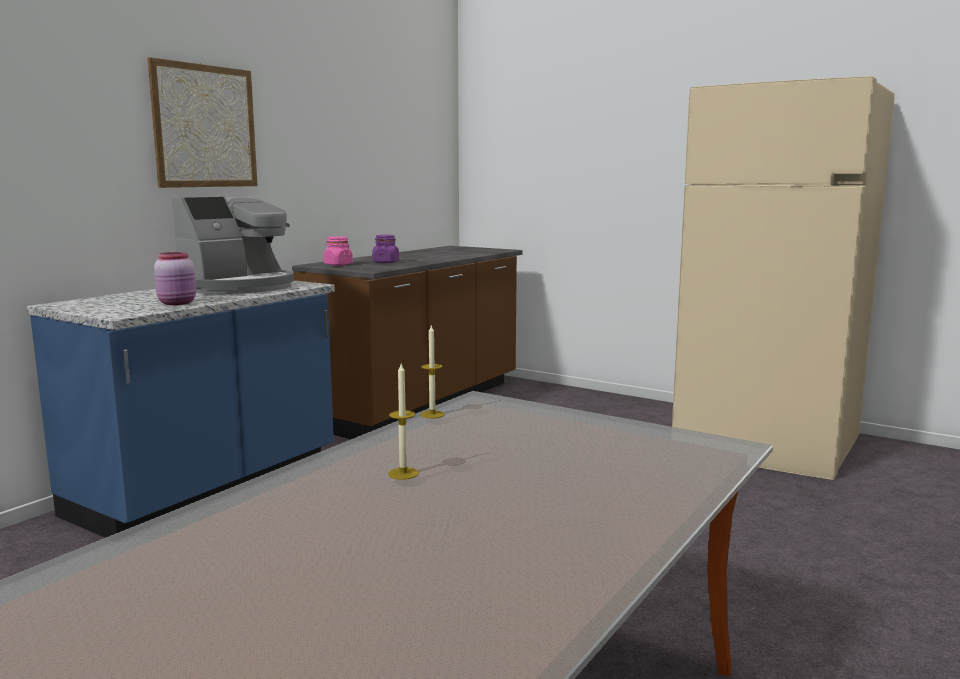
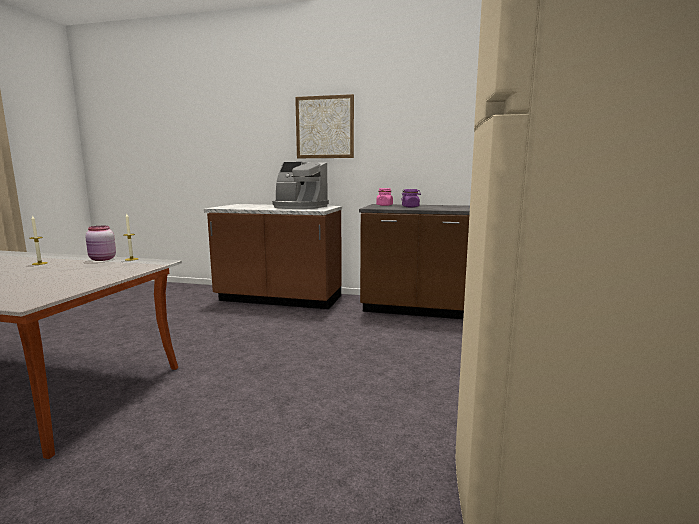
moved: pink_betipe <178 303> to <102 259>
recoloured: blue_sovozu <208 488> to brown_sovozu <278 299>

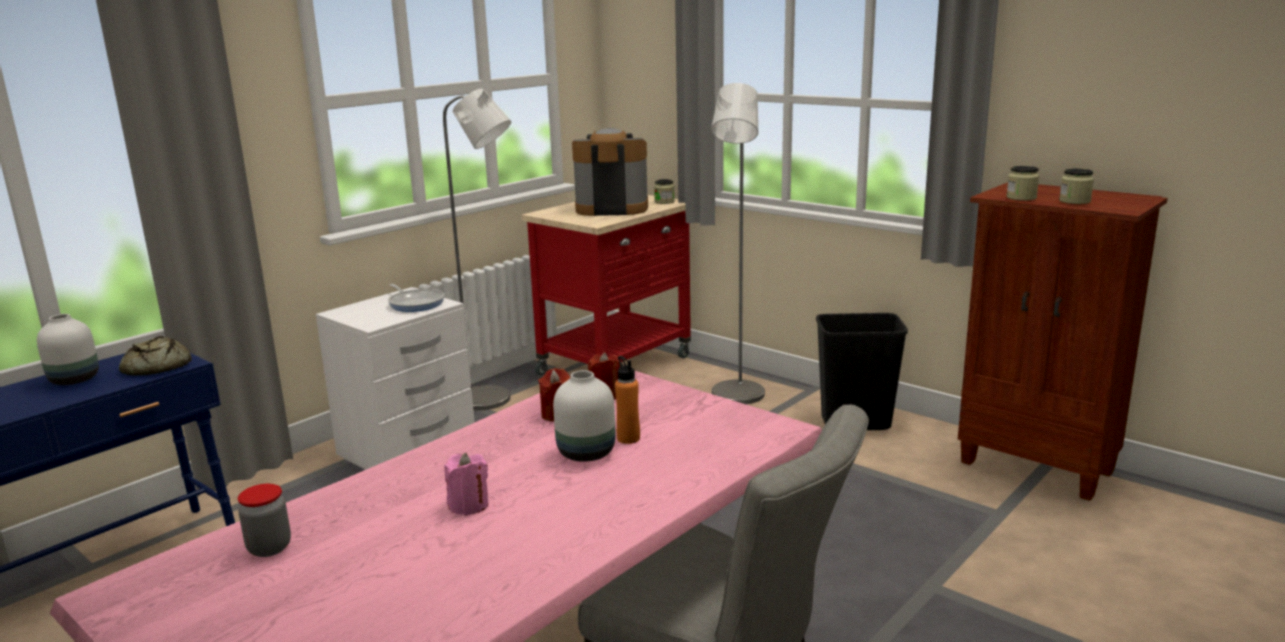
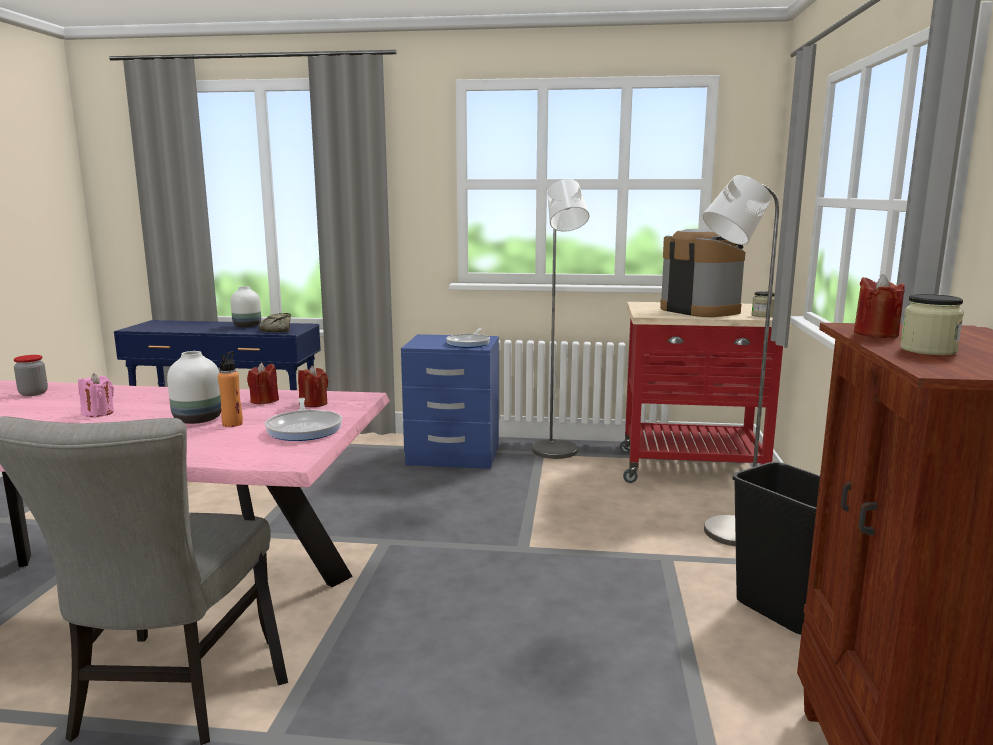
added: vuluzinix <305 429>
replaced: betipe <1021 198> to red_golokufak <875 334>
recoloured: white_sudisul <407 448> to blue_sudisul <453 456>

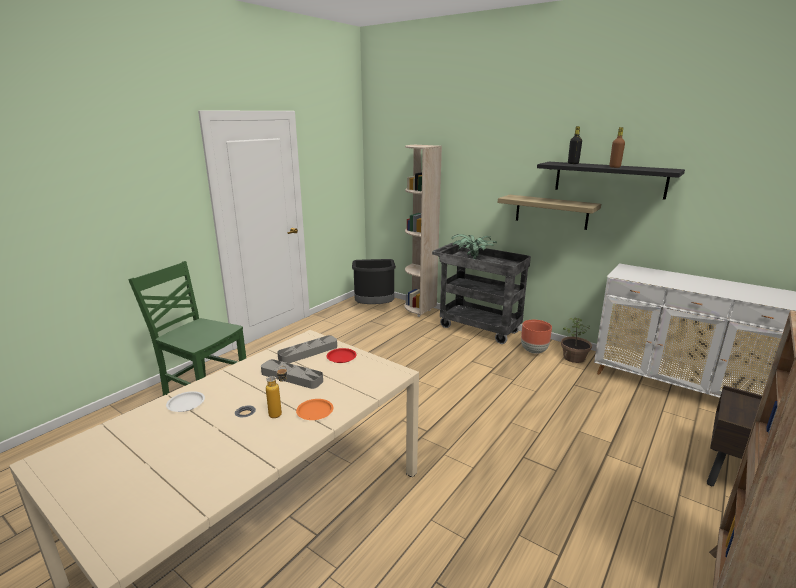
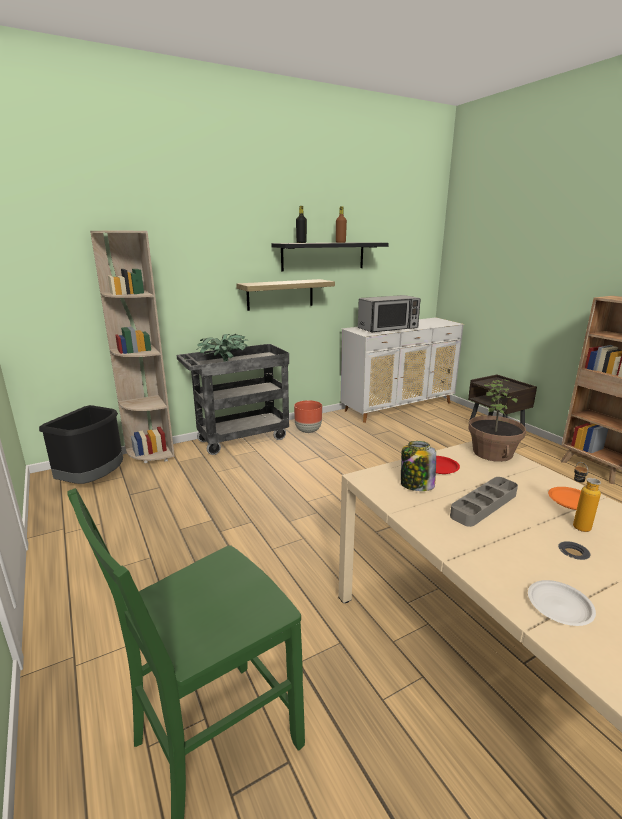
added: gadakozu <388 328>
moved: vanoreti <574 358> to <493 453>
replaced: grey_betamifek <308 352> to betipe <416 485>

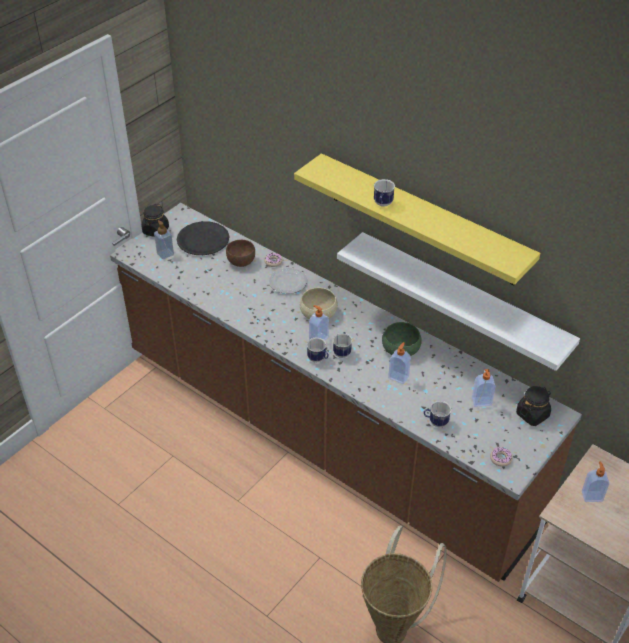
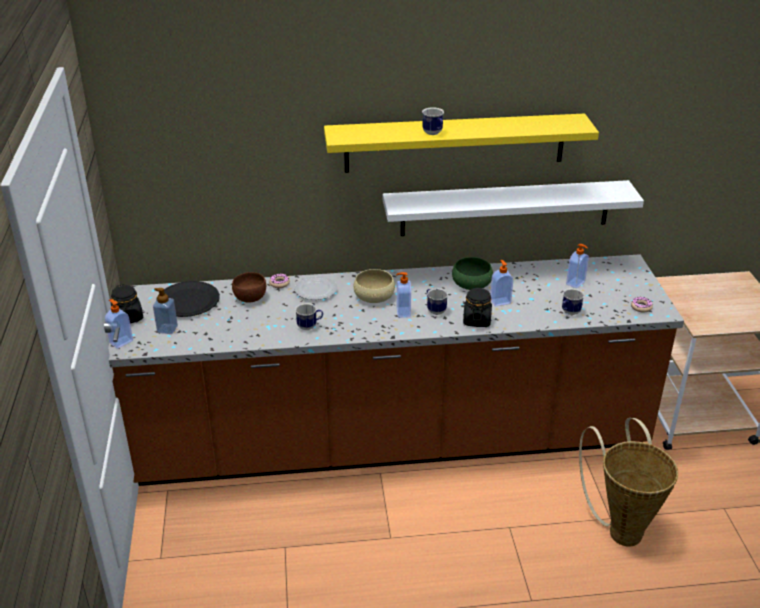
moved: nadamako <318 359> to <310 326>; black_betipe <532 414> to <476 320>; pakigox <591 496> to <121 342>

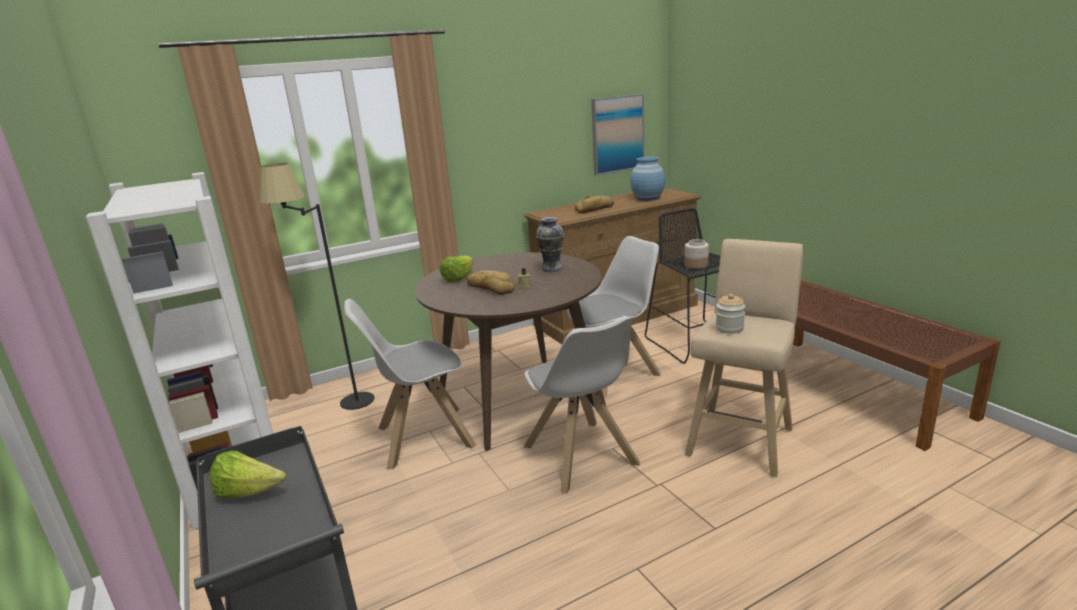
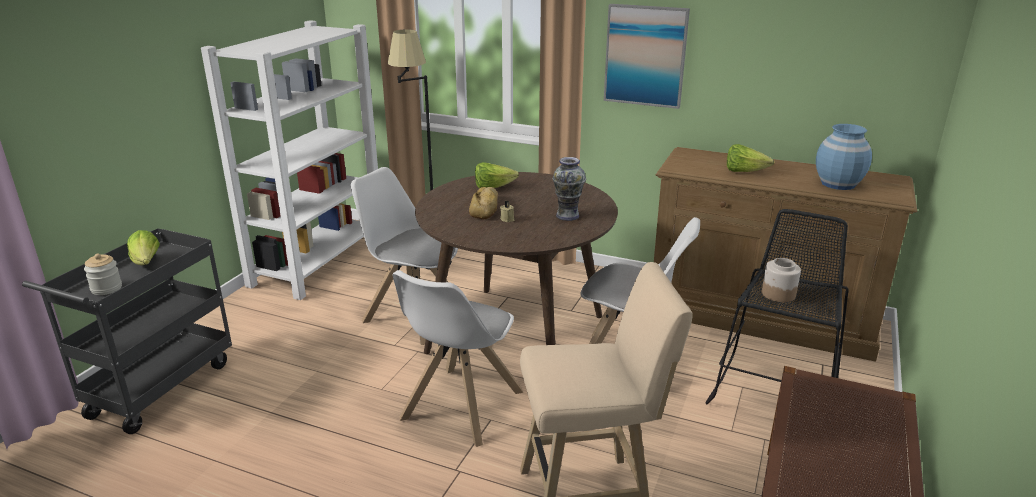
moved: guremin <617 134> to <645 55>; betipe <729 328> to <106 288>
replaced: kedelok <595 209> to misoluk <744 172>

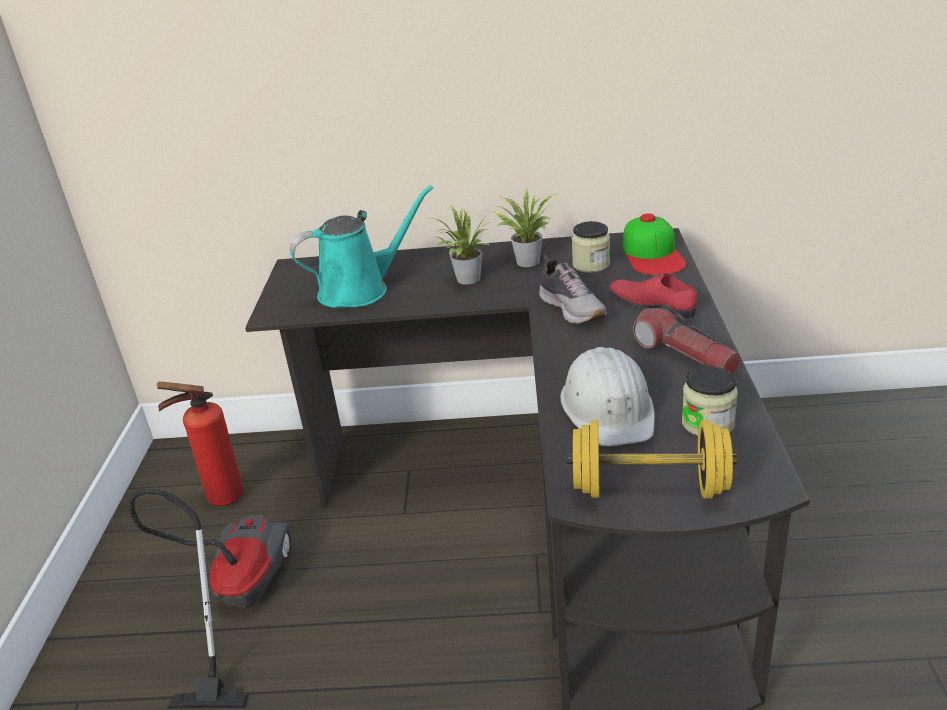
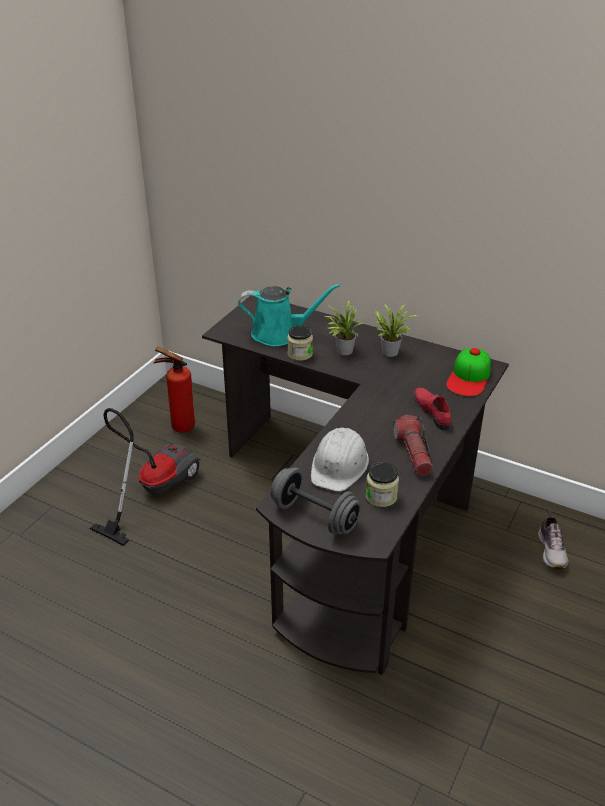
moved: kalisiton <572 308> to <552 550>; betipe <591 264> to <300 354>
recoloured: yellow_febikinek <649 488> to grey_febikinek <315 516>

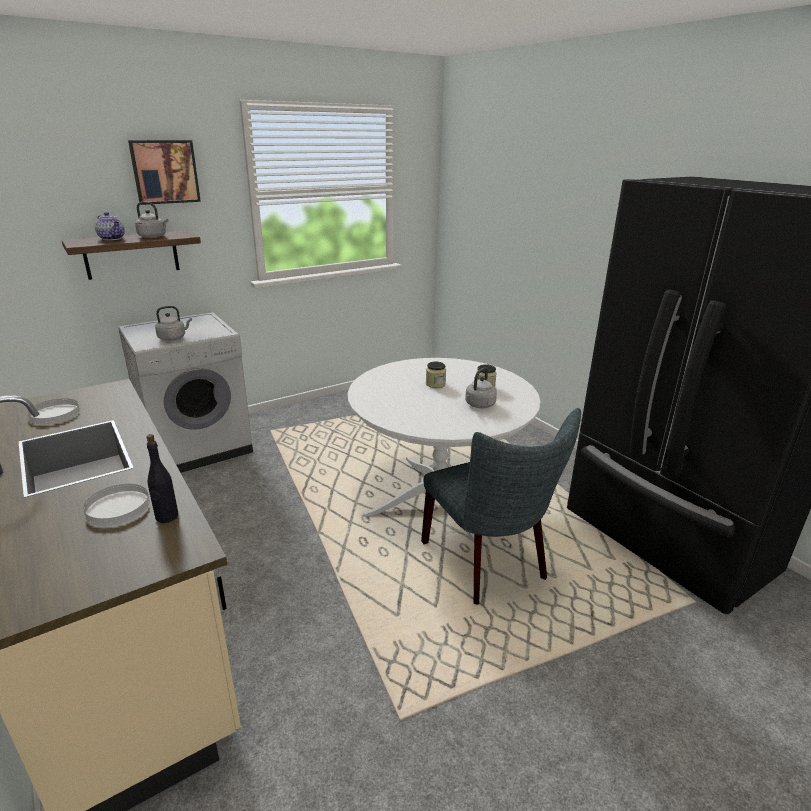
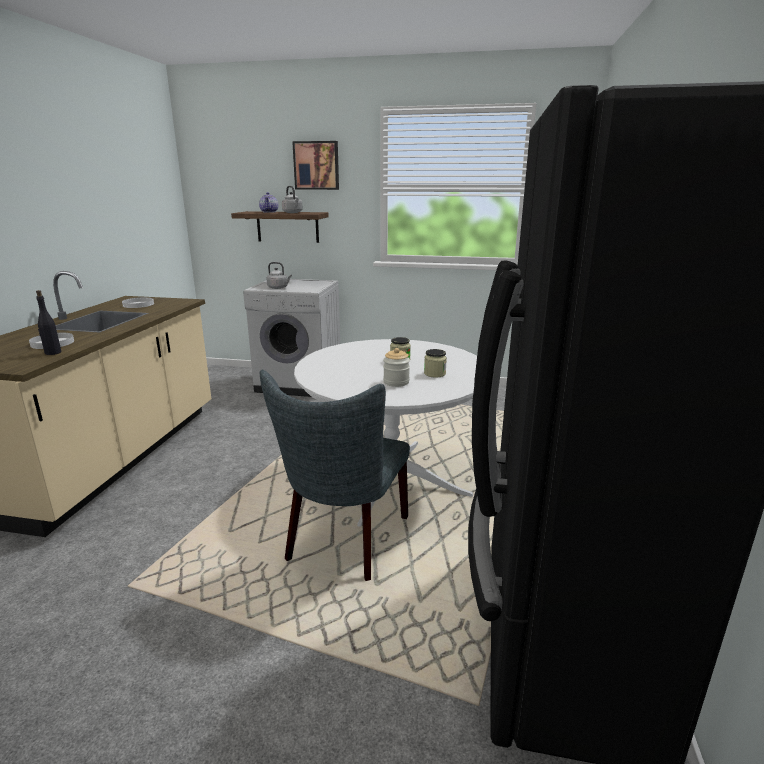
replaced: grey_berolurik <479 405> to betipe <396 382>

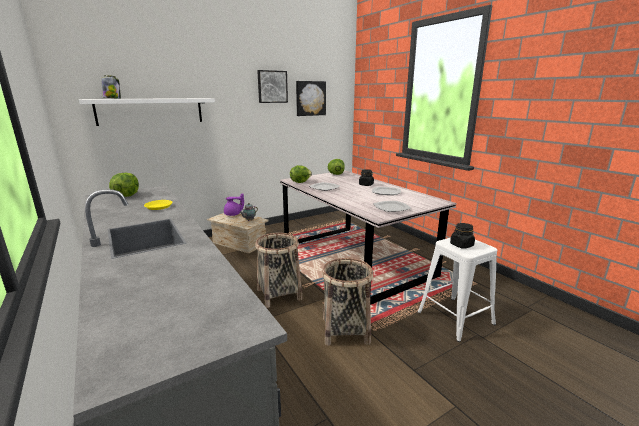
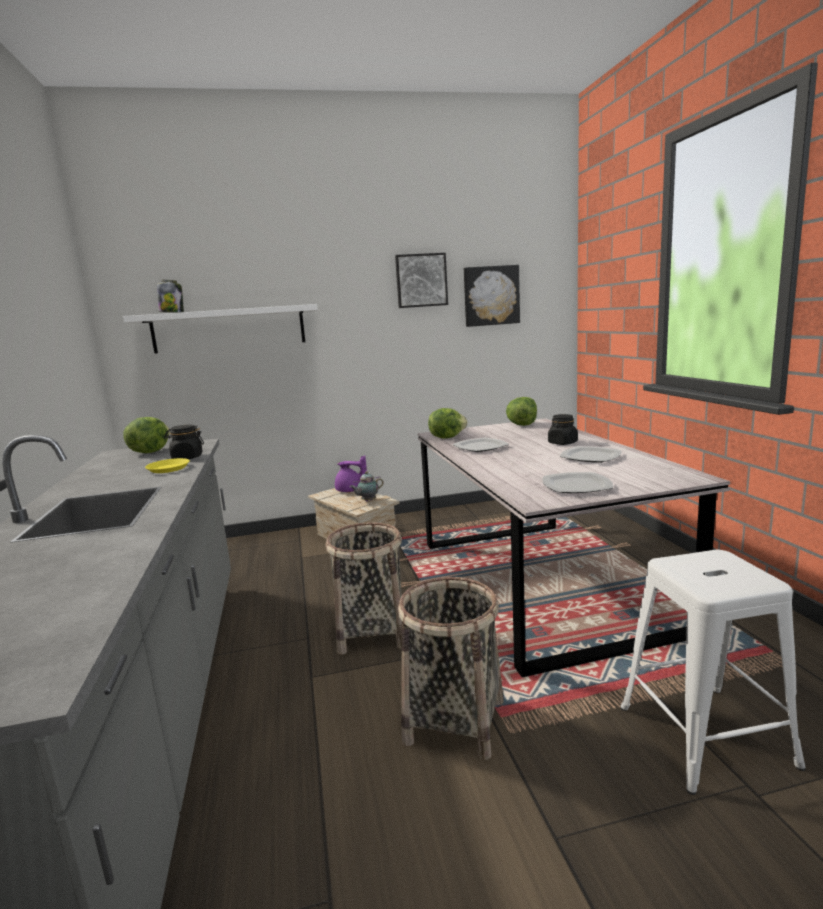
moved: black_betipe <461 245> to <187 457>

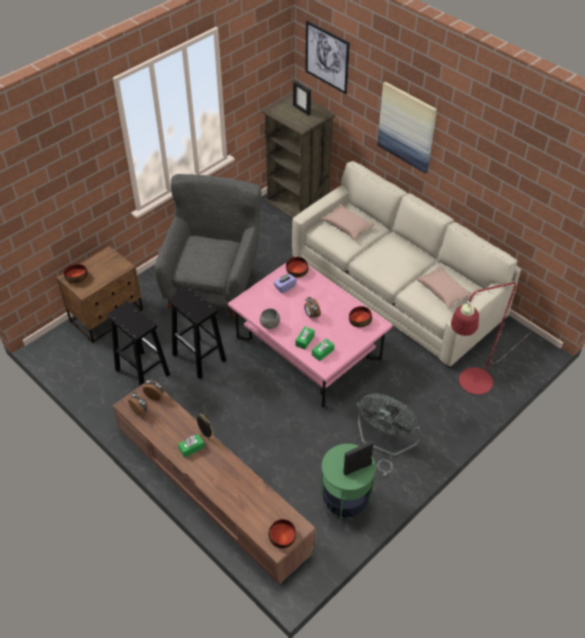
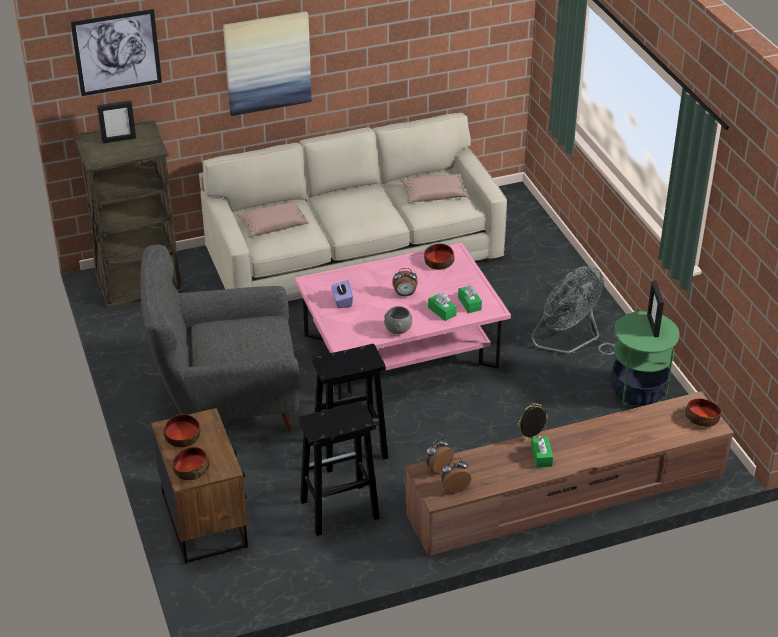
removed: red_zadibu <470 386>
moved: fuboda <297 270> to <182 437>
turned: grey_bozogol <212 284> = <226 400> 45 degrees counterclockwise

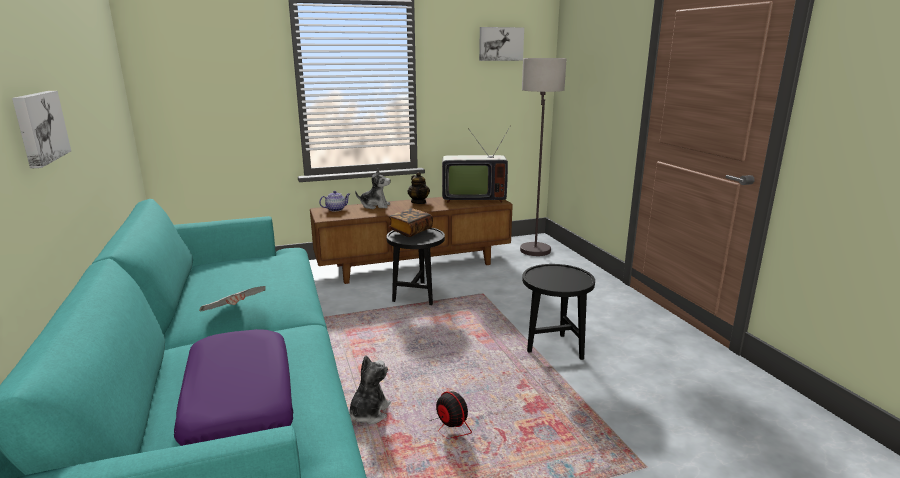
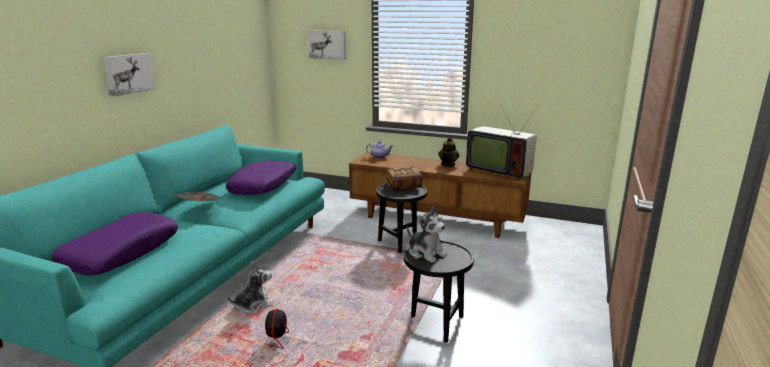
removed: grey_zadibu <534 254>
added: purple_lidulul <264 186>
moved: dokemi <375 206> to <426 253>; guremin <500 44> to <327 44>

